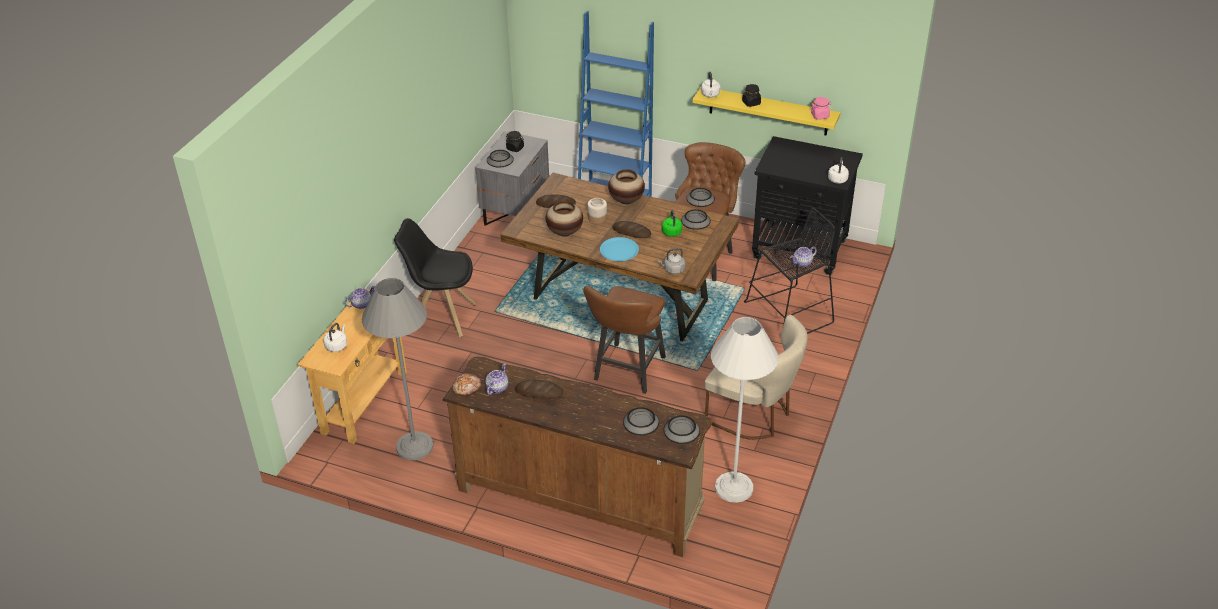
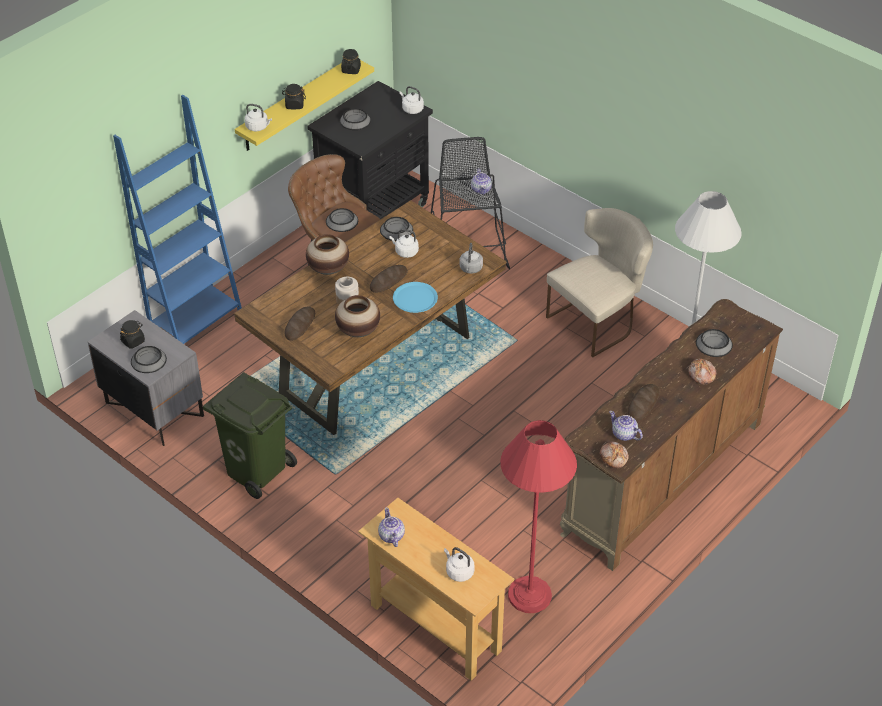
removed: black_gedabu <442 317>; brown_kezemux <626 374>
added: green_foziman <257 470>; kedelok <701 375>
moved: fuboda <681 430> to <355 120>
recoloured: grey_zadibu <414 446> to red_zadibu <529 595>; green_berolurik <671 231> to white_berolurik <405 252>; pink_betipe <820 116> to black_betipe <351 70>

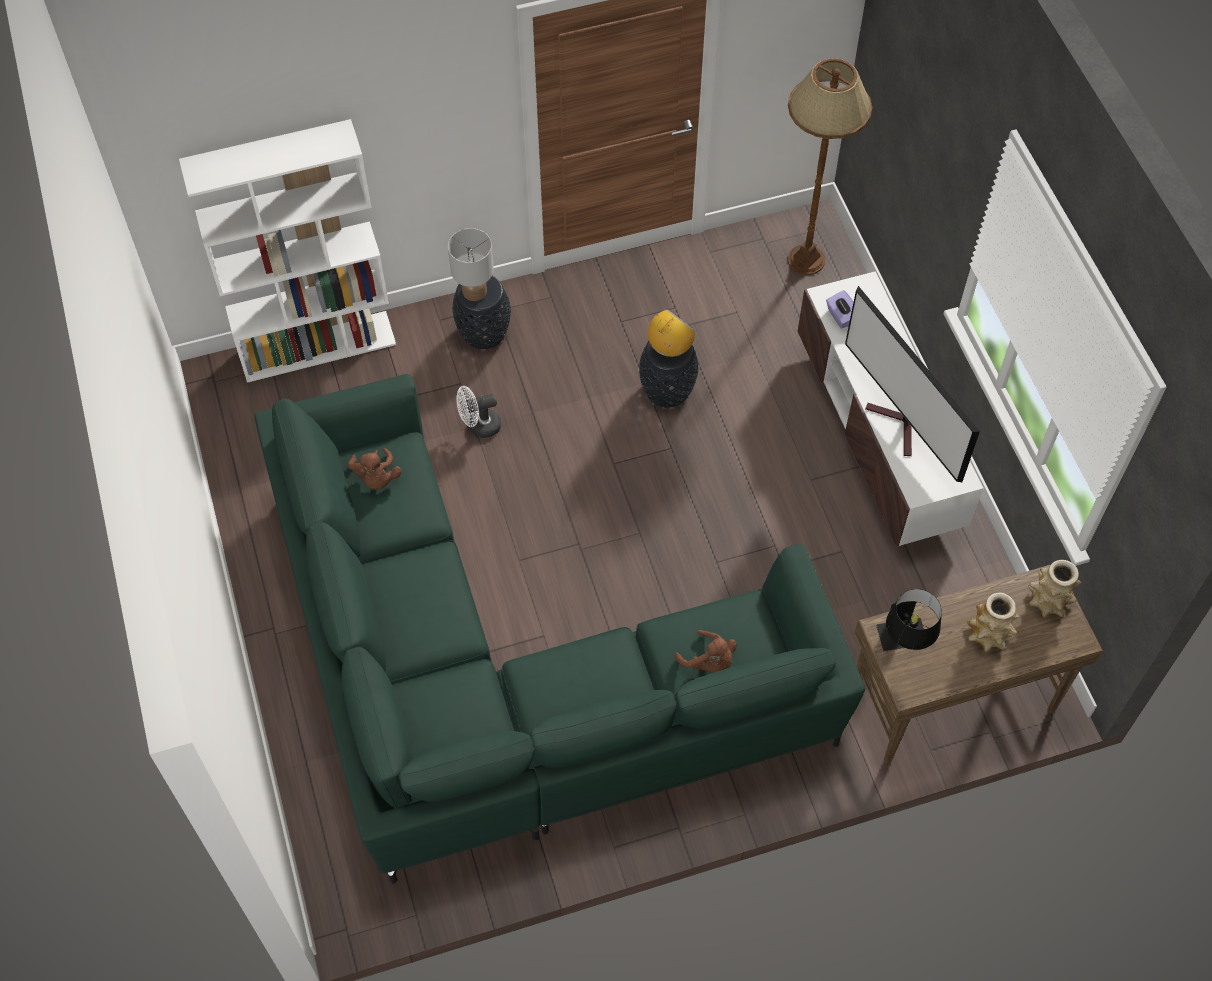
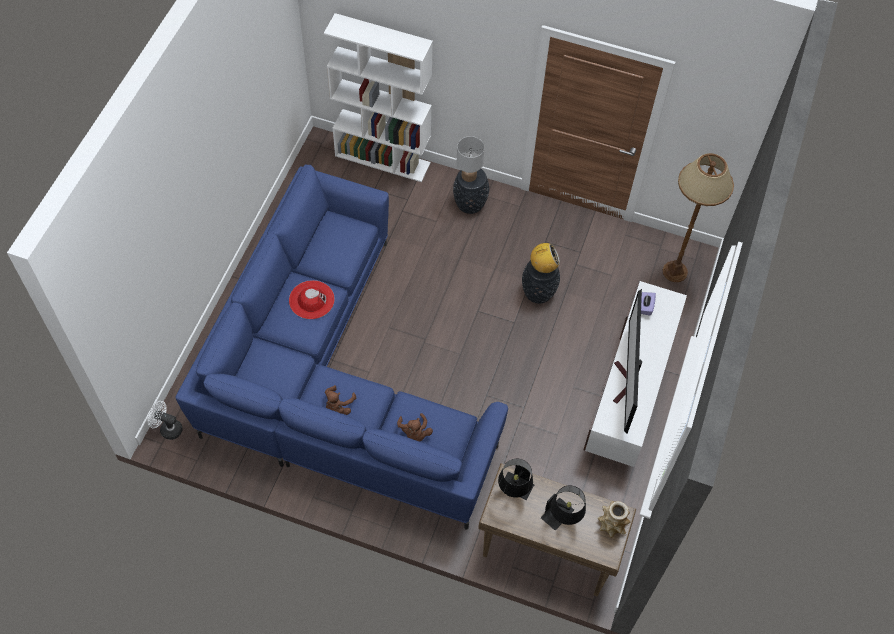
added: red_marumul <311 300>
moved: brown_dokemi <376 478> to <338 406>; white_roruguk <479 427> to <168 429>
replaced: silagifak <988 634> to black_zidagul <562 518>
recoloured: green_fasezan <509 681> to blue_fasezan <333 382>

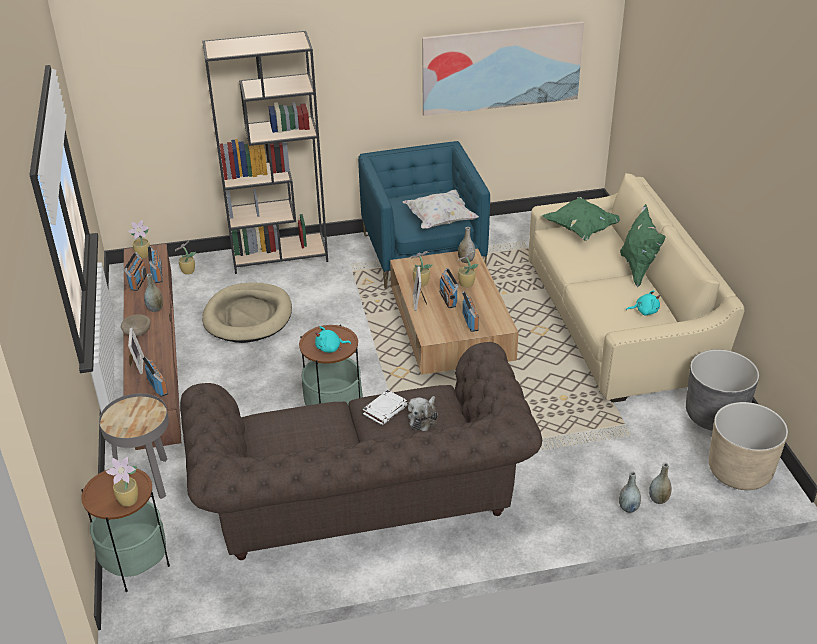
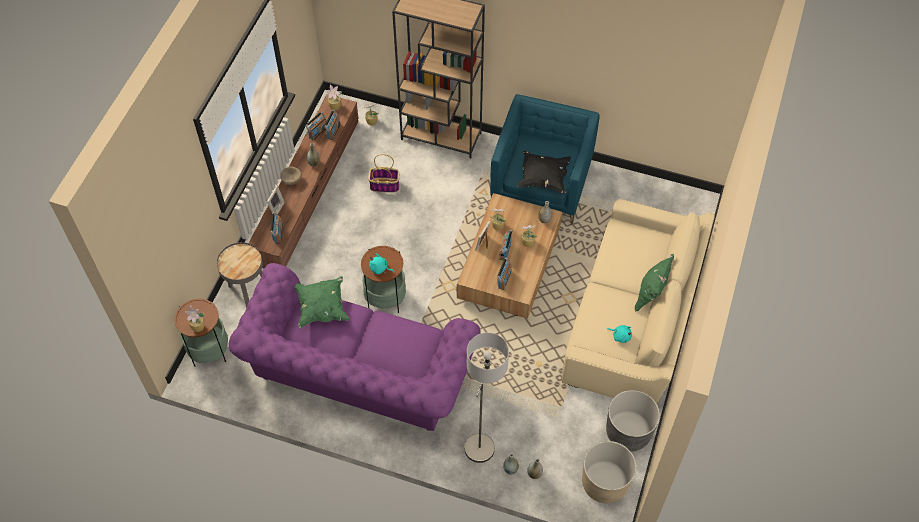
removed: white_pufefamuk <385 409>; dokemi <423 418>; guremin <501 68>
added: grey_zadibu <482 440>
moved: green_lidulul <581 229> to <322 307>
replaced: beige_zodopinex <248 316> to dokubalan <385 185>
recoloured: brown_fasezan <362 499> to purple_fasezan <358 374>; white_lidulul <439 221> to black_lidulul <543 178>

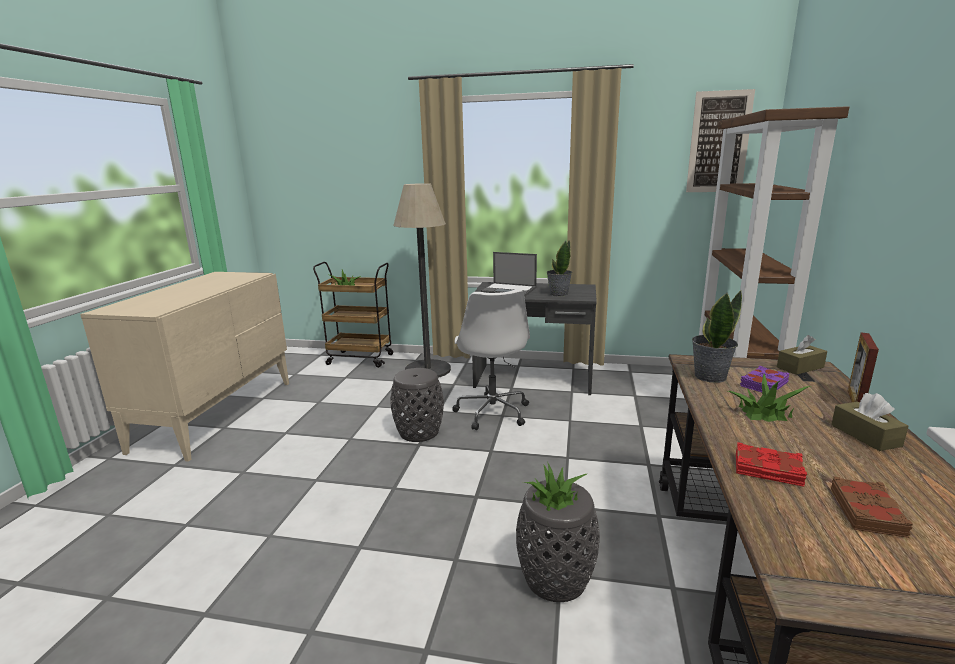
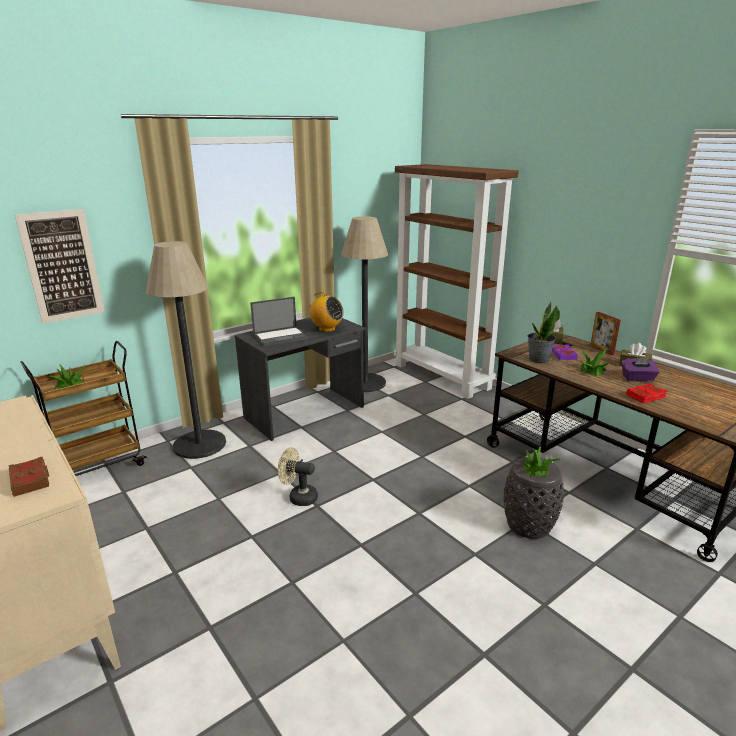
removed: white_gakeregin <493 414>
added: zadibu <365 383>; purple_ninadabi <638 378>
moved: guremin <719 142> to <62 266>; brown_pufefamuk <868 512> to <30 480>
replaced: grey_kezemux <419 432> to beige_roruguk <298 497>; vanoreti <558 294> to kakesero <326 329>

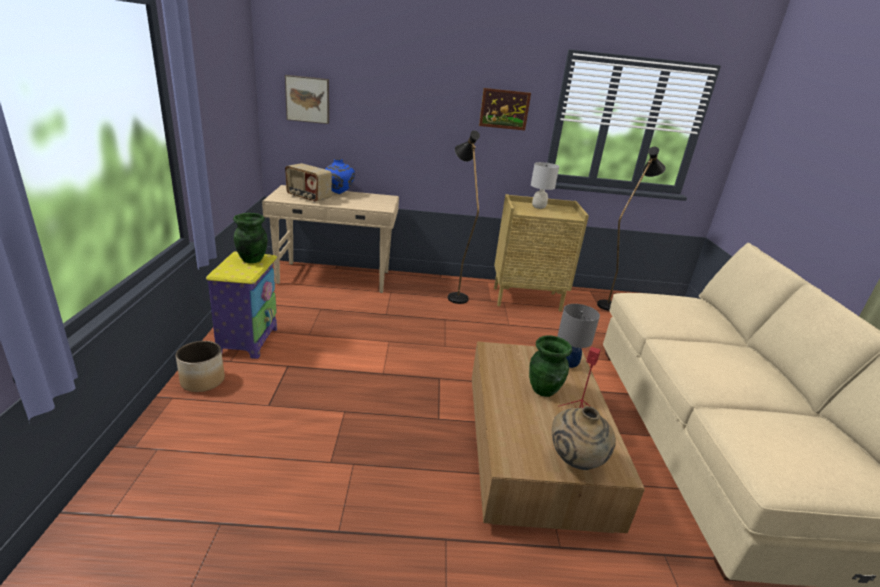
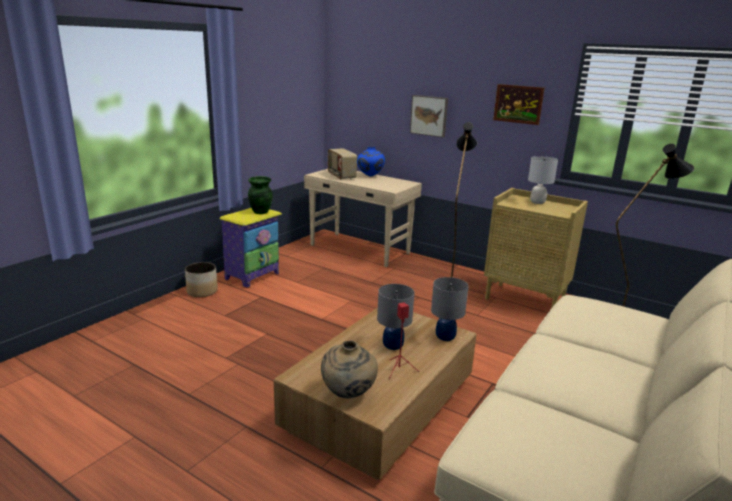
moved: guremin <308 99> to <429 115>
replaced: green_silagifak <544 390> to grey_zidagul <393 347>

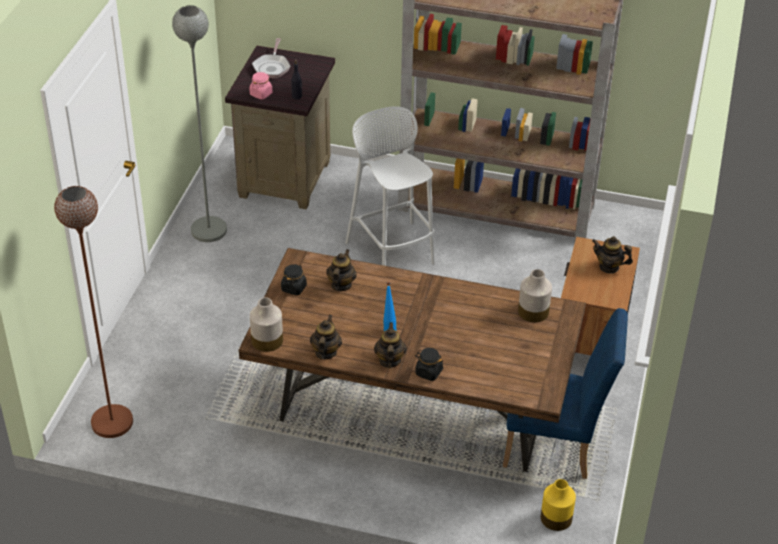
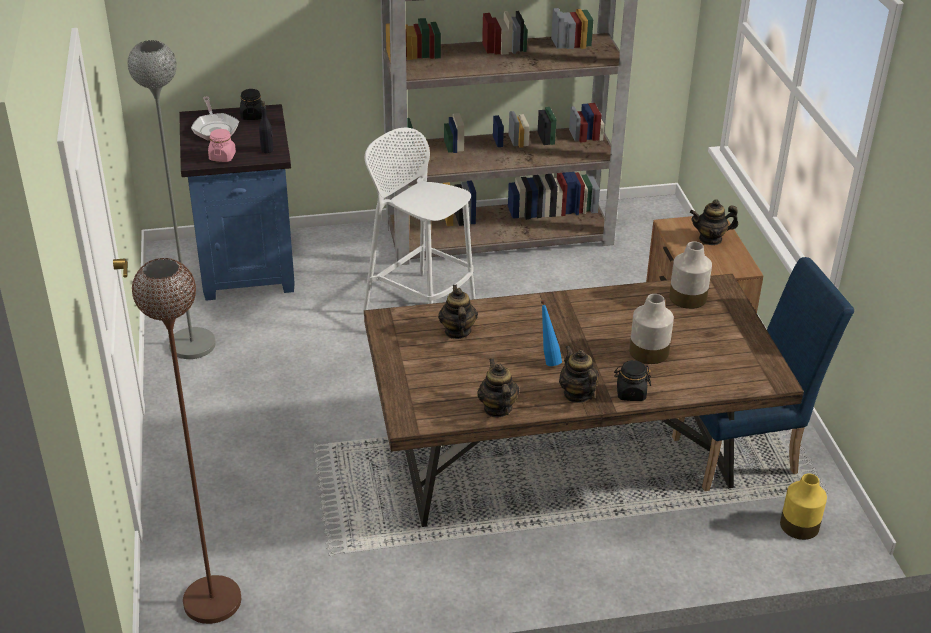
moved: beige_silagifak <267 340> to <649 352>; black_betipe <294 288> to <252 116>
recoloured: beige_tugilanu <286 178> to blue_tugilanu <248 266>

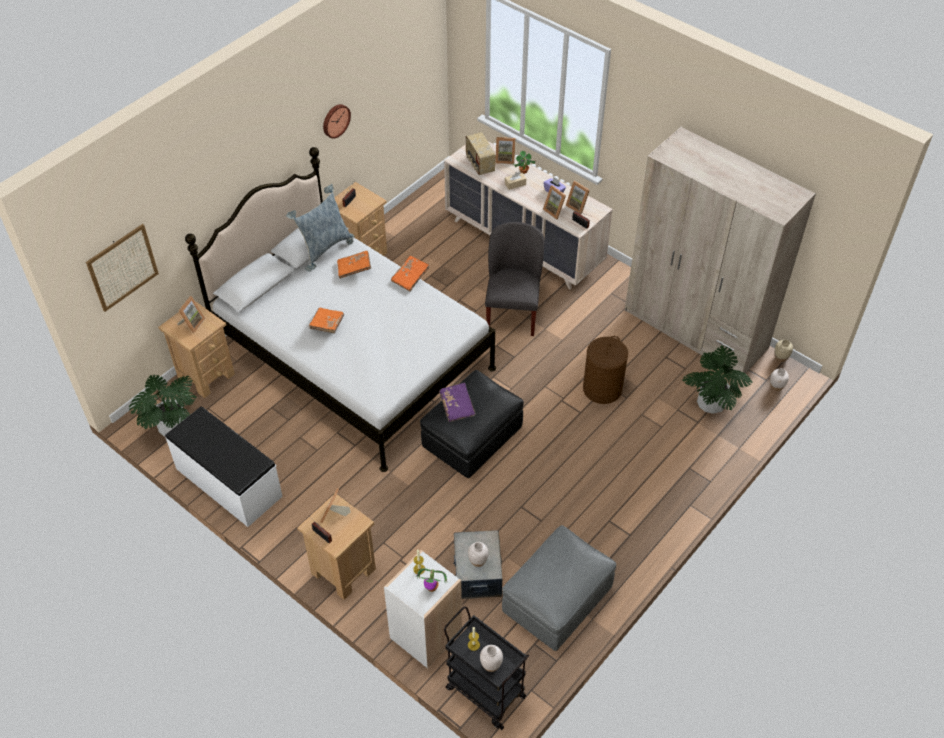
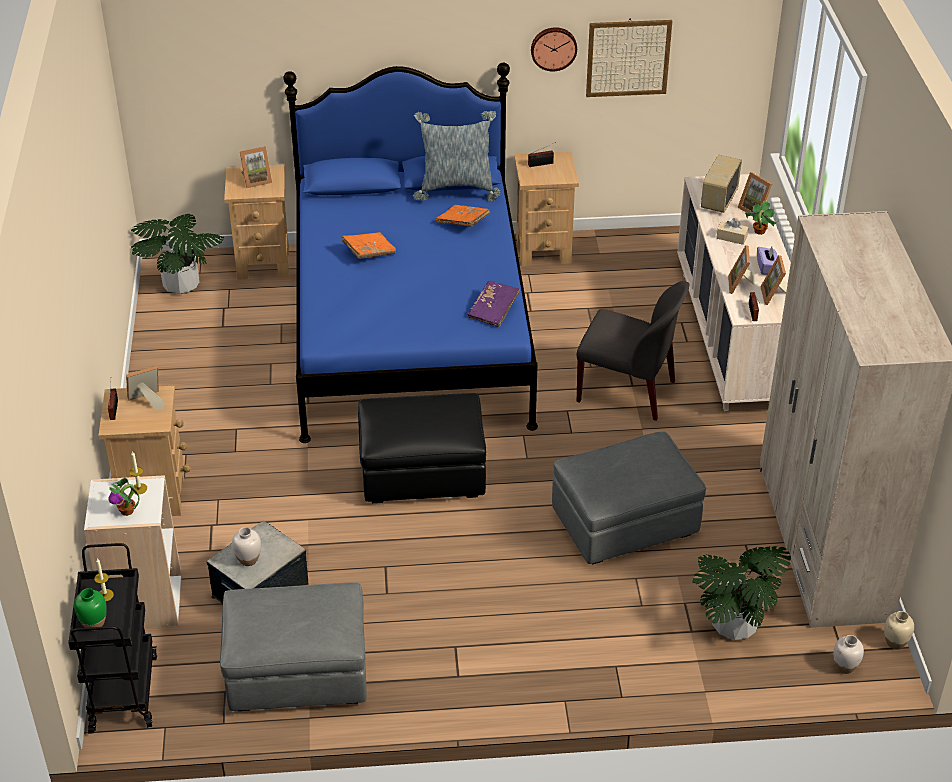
removed: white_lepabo <228 483>; orange_pufefamuk <410 277>
moved: guremin <122 266> to <628 56>; purple_pufefamuk <457 406> to <493 310>
replaced: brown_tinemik <602 389> to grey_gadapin <625 524>
recoloured: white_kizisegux <354 358> to blue_kizisegux <411 331>; white_silagifak <491 665> to green_silagifak <94 623>
turned: grey_gedabu <512 312> = <628 392> 60 degrees clockwise

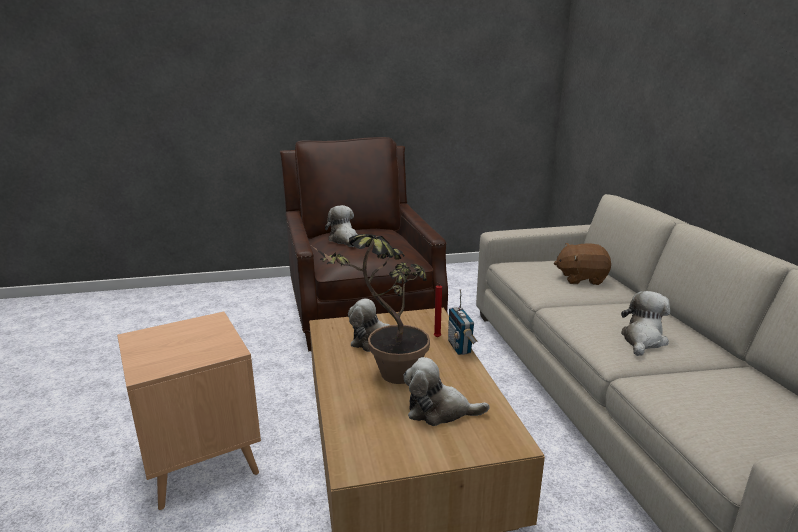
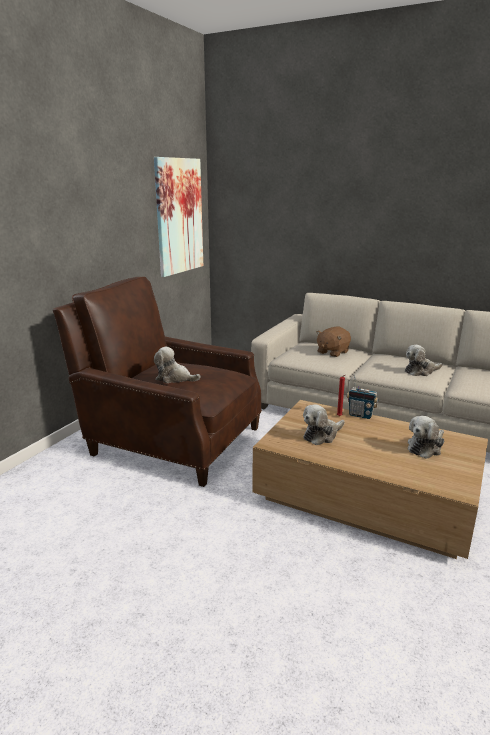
removed: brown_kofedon <201 463>; vanoreti <386 377>
added: guremin <179 216>
turned: dokemi <642 340> = <420 371> 90 degrees counterclockwise

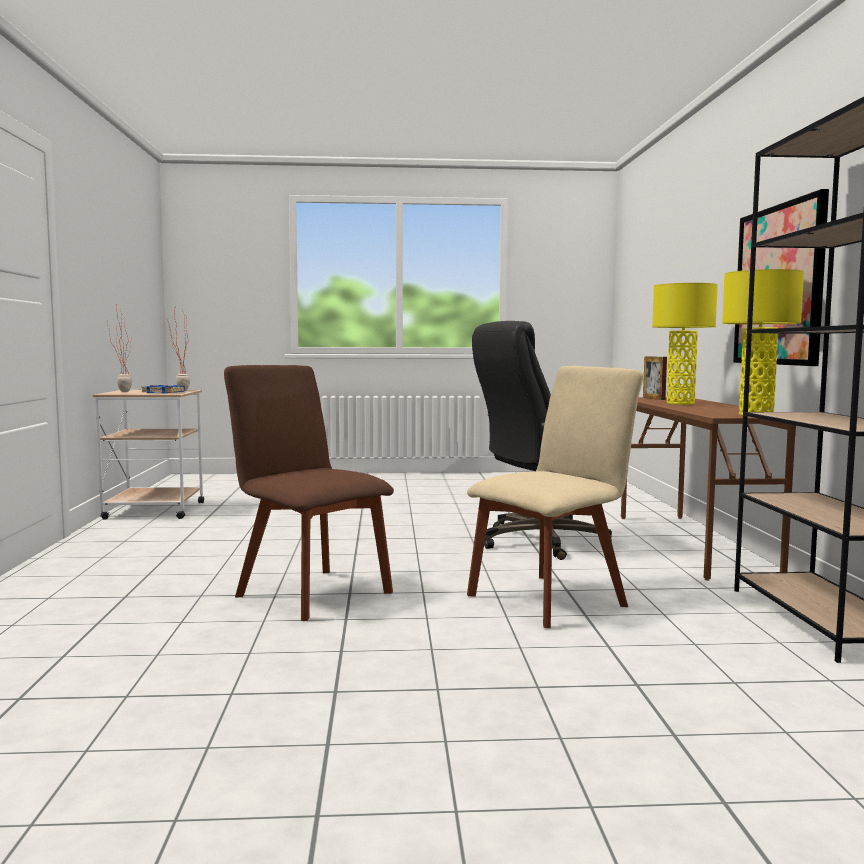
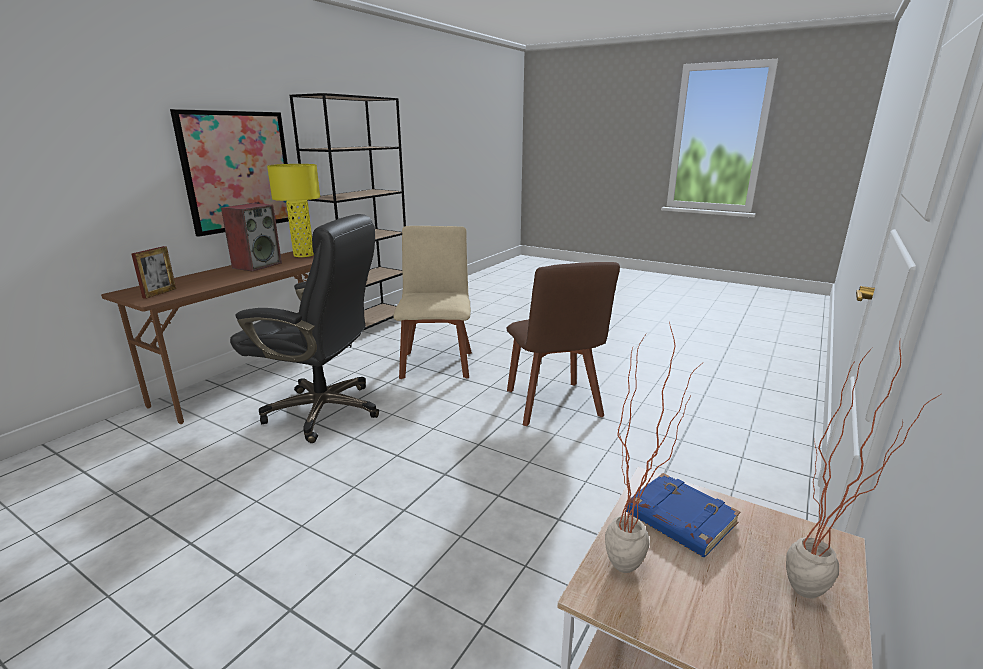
removed: yellow_zidagul <680 403>
added: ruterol <257 265>
turned: beige_gedabu <551 598> = <436 363> 90 degrees clockwise

